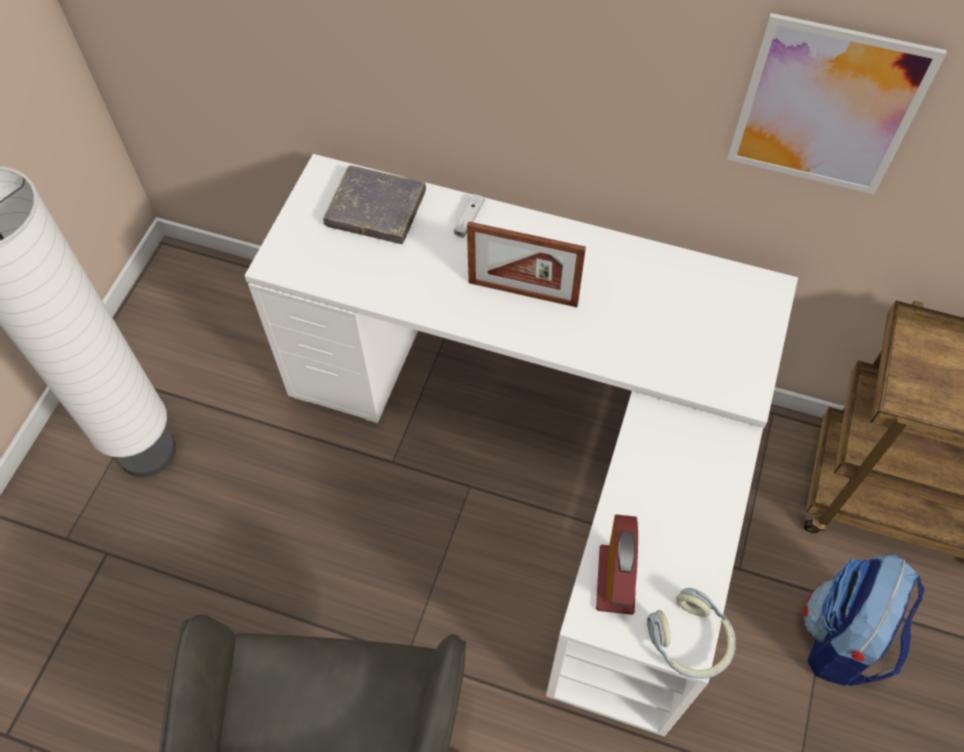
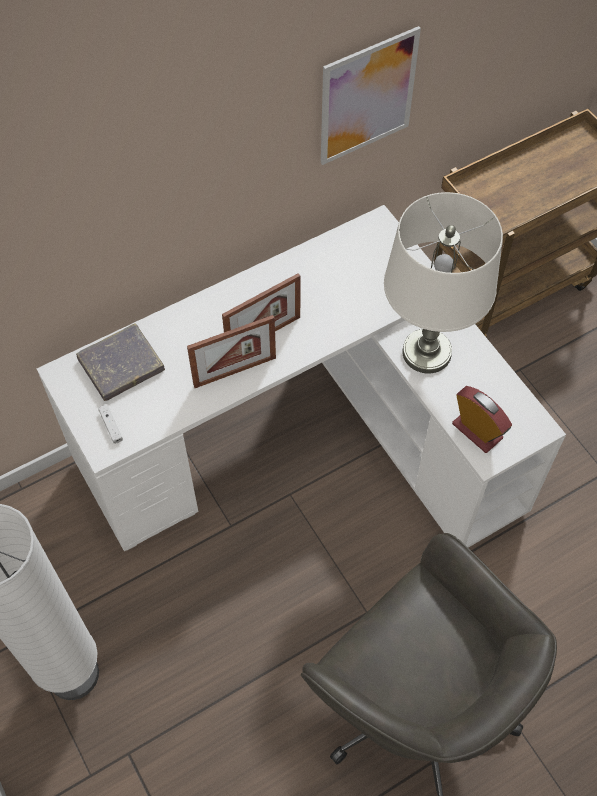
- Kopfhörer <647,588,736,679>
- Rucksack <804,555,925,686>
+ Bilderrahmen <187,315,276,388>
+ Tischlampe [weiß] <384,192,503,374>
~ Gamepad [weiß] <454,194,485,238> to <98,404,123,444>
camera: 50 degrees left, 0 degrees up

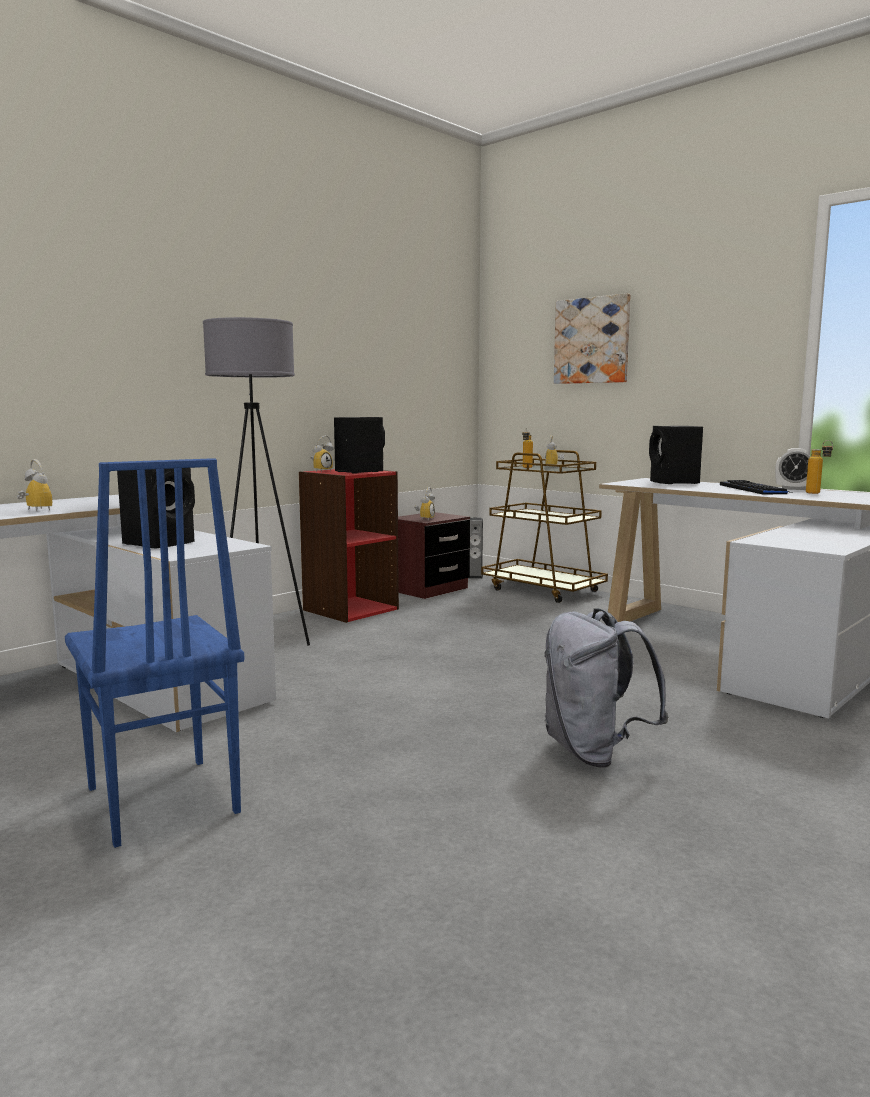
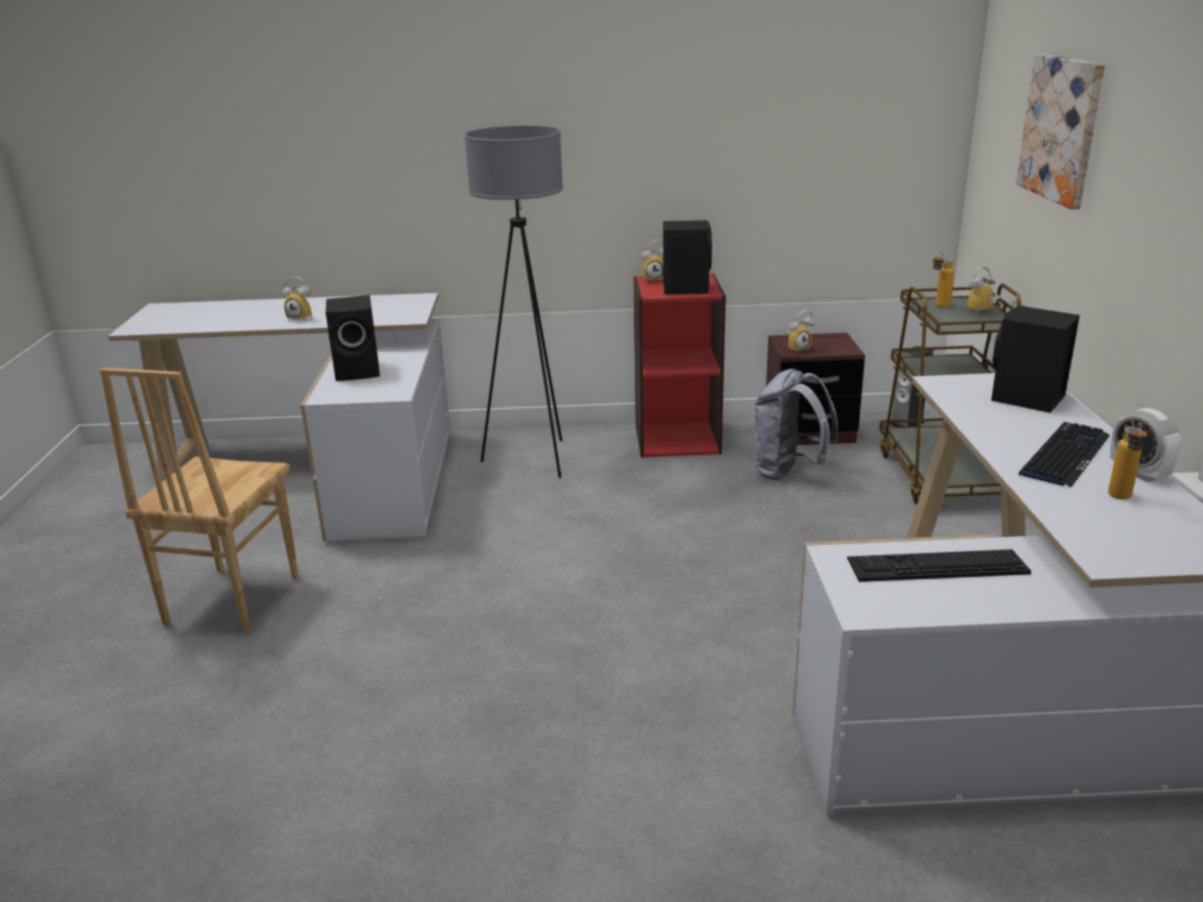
+ Tastatur <847,549,1031,582>
~ Rucksack [grau] <544,608,668,768> to <754,369,838,480>
~ Stuhl [blau] <65,458,245,848> to Stuhl [braun] <100,368,299,634>
~ Wecker <17,459,52,512> = <282,277,312,321> 105 degrees clockwise
camera: 45 degrees right, 15 degrees up

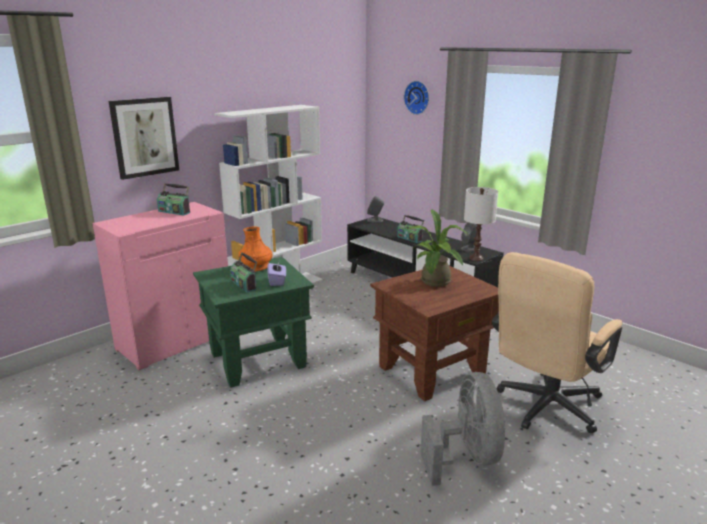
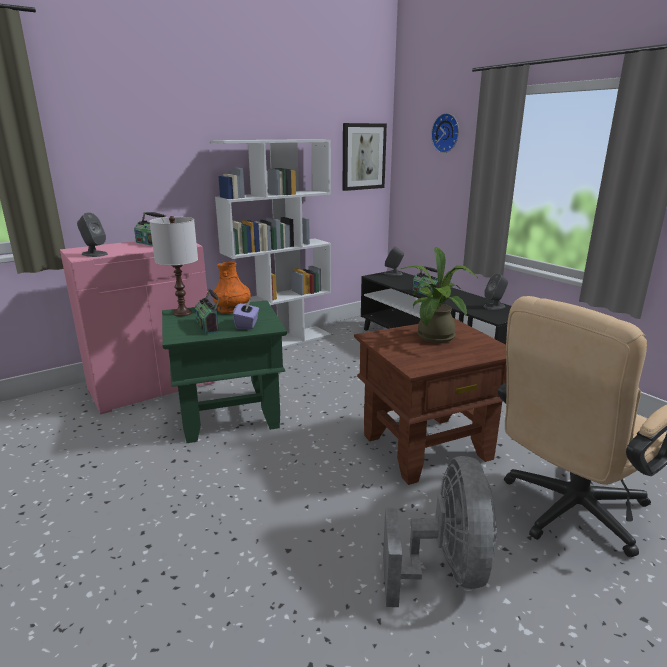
+ Lautsprecher [grau] <77,212,108,257>
~ Bild <109,97,179,180> to <343,123,387,191>
~ Tischlampe [weiß] <464,187,498,261> to <149,216,198,316>
camera: 10 degrees right, 0 degrees up

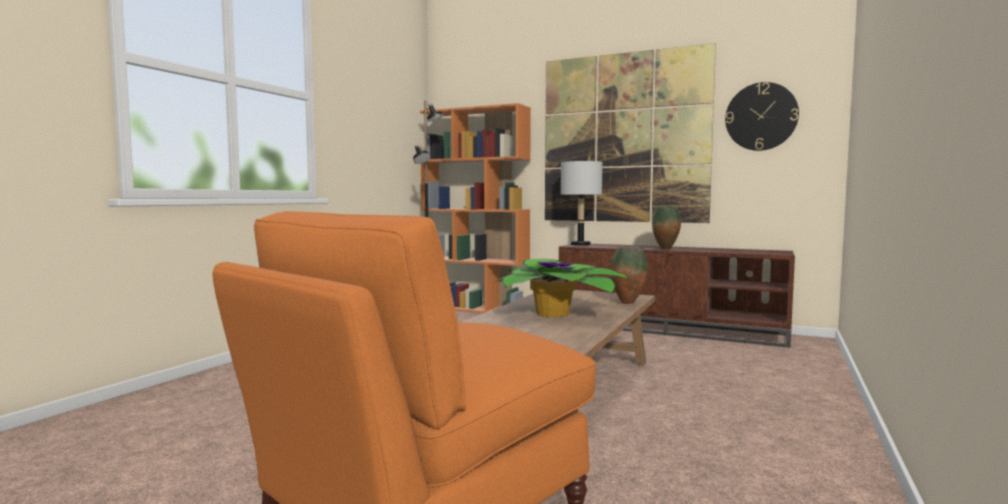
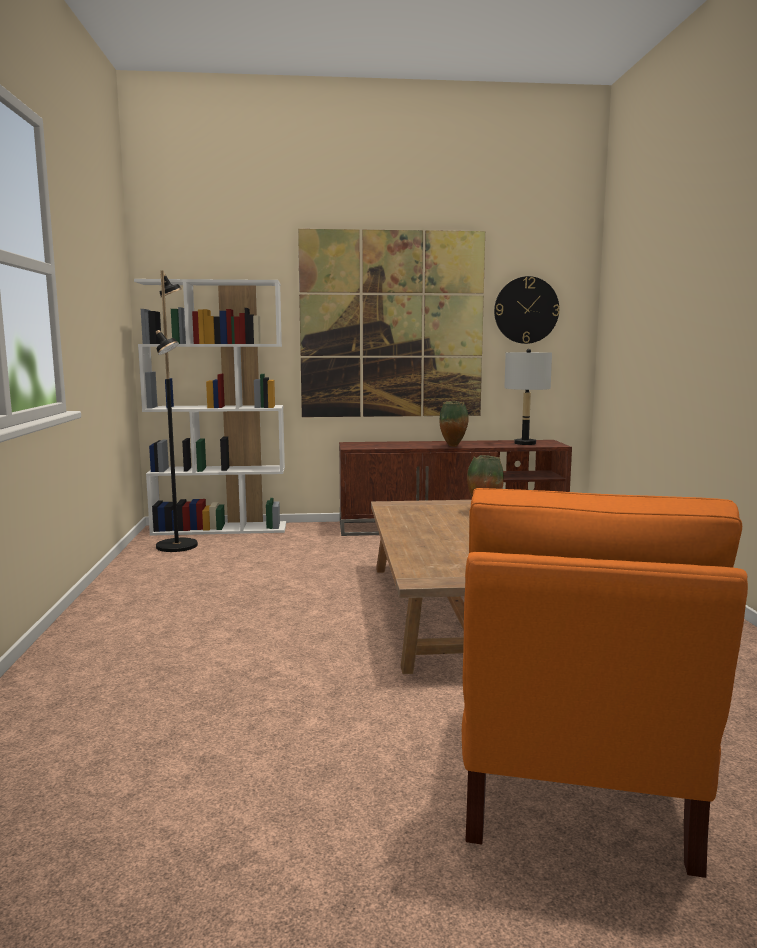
- Topfpflanze <494,259,629,317>
~ Tischlampe [grau] <561,159,603,246> to <504,349,552,445>
~ Bücherregal [orange] <420,103,531,313> to Bücherregal [weiß] <134,279,286,536>
camera: 30 degrees left, 5 degrees up

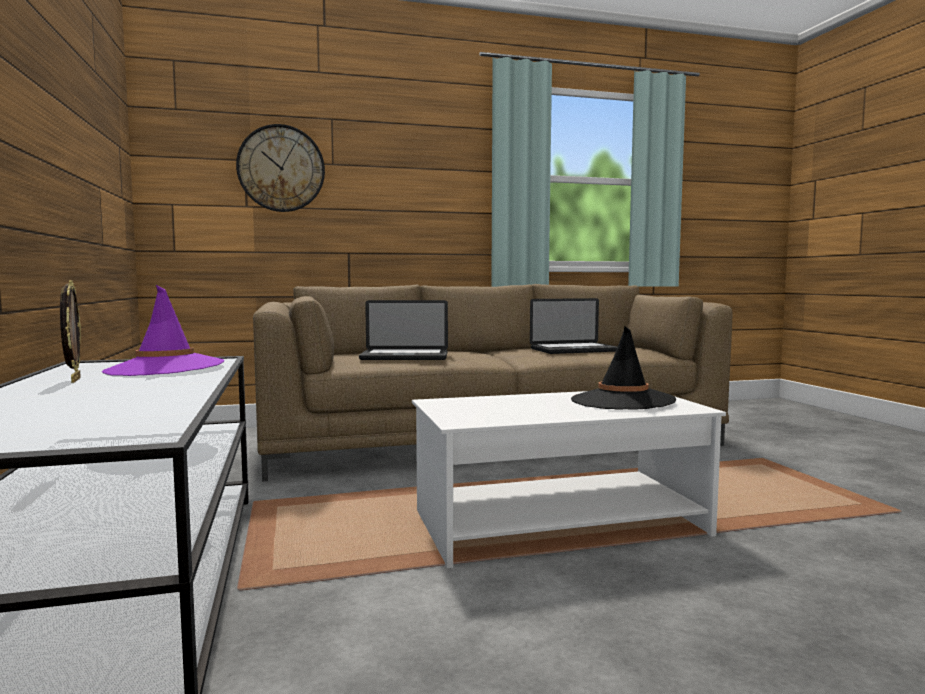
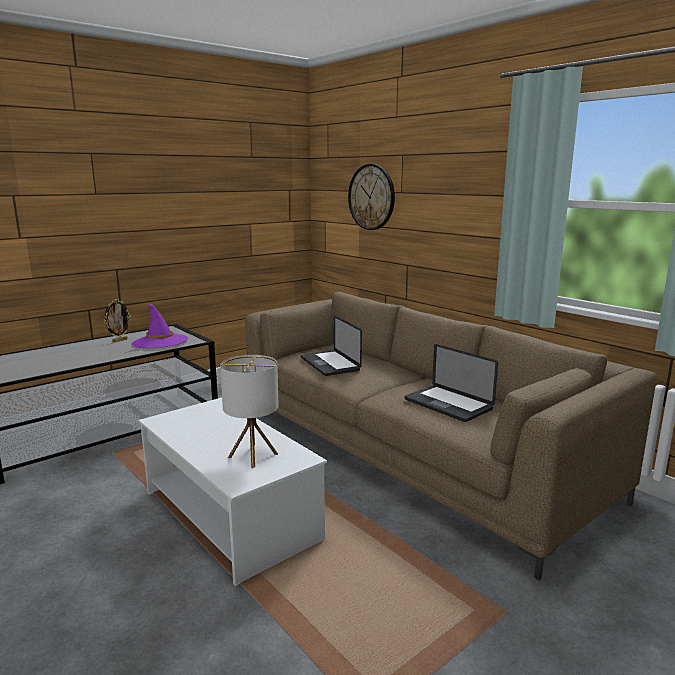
~ Hut [schwarz] <571,326,676,410> to Tischlampe <220,355,279,468>
camera: 65 degrees right, 10 degrees up

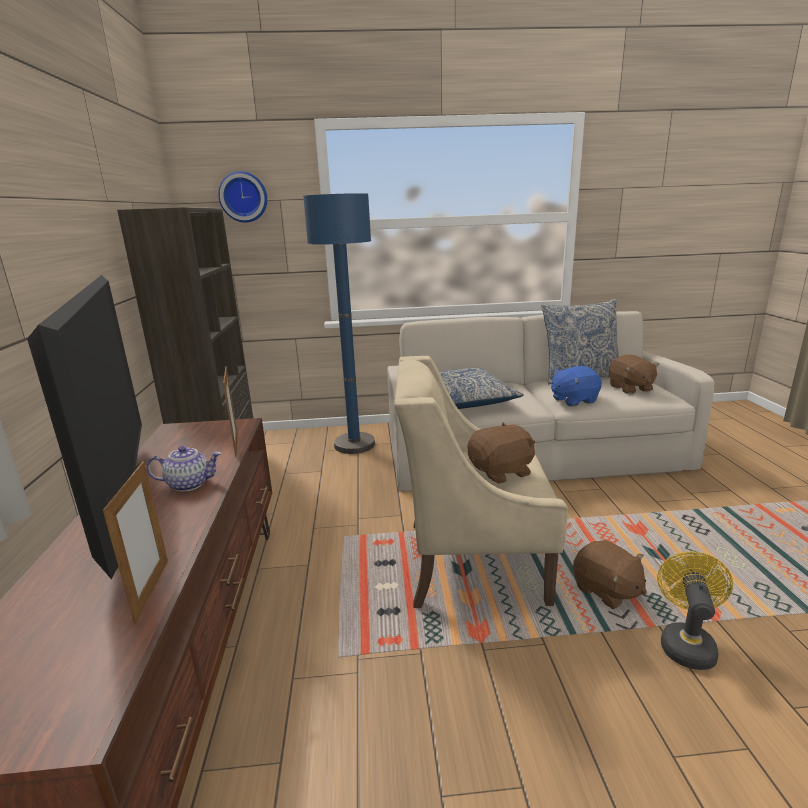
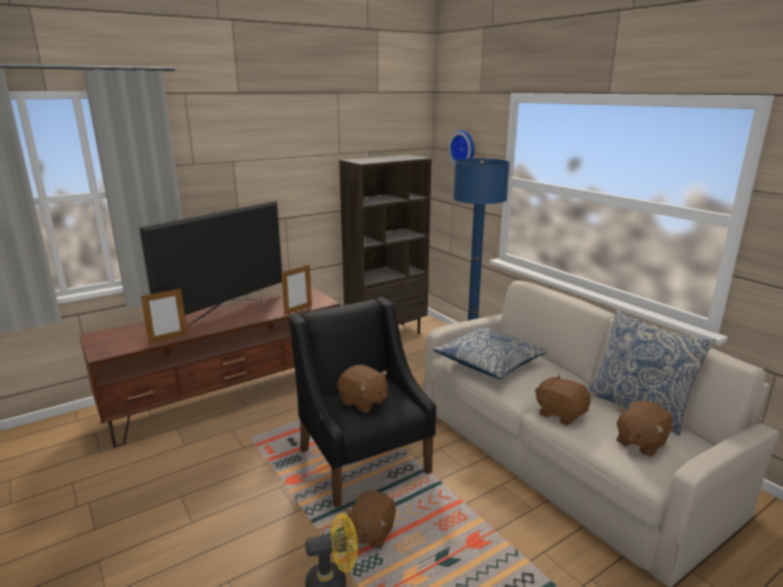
- Teekanne <147,446,221,492>
~ Sessel [beige] <394,356,568,608> to Sessel [schwarz] <288,297,436,508>
~ Plüschtier [blau] <551,366,602,407> to Plüschtier [braun] <535,375,591,425>
camera: 60 degrees right, 0 degrees up

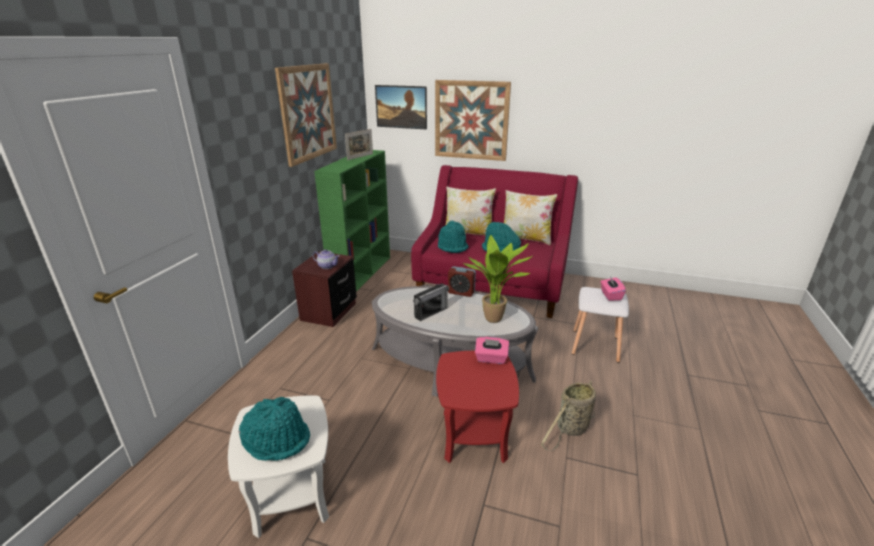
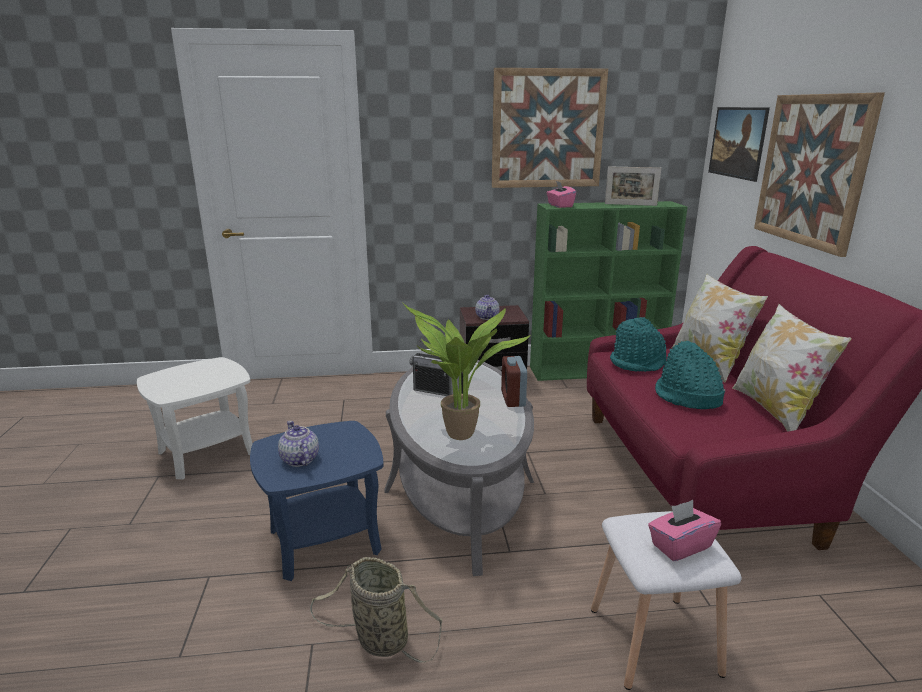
- Hut [türkis] <238,397,310,461>
+ Teekanne <278,421,319,467>
~ Taschentuchbox [rosa] <475,337,509,364> to <546,181,576,208>
~ Beistelltisch [rot] <436,351,519,463> to Beistelltisch [blau] <250,421,384,581>
camera: 65 degrees right, 5 degrees down

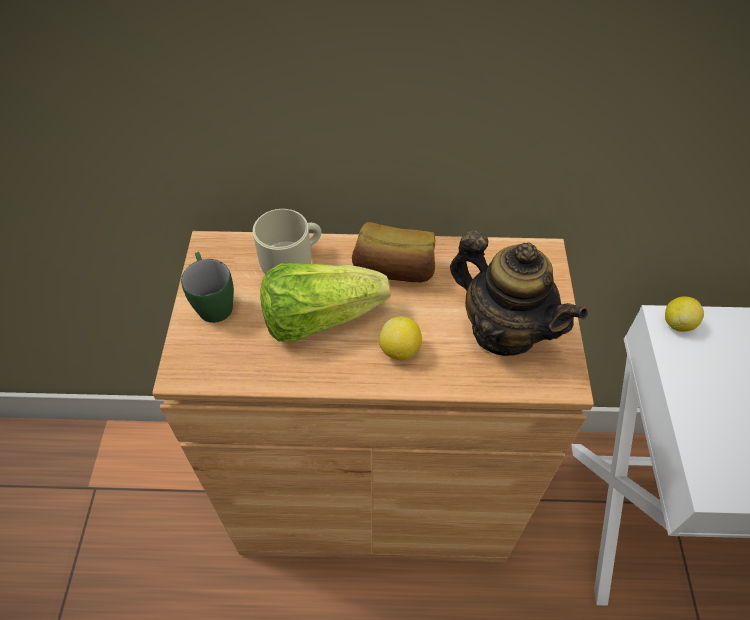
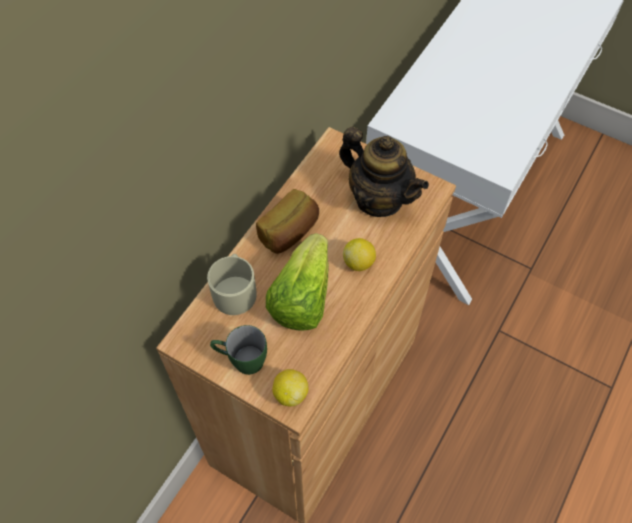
~ Zitrone <665,296,704,332> to <272,369,309,406>
~ Teekanne <450,230,588,356> = <339,127,429,217> 60 degrees clockwise
camera: 60 degrees left, 5 degrees up

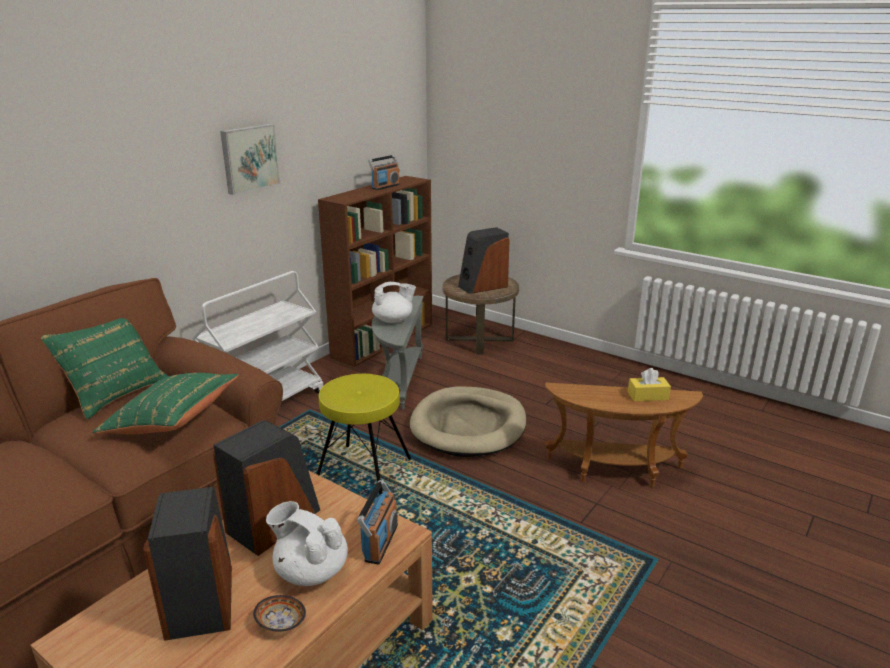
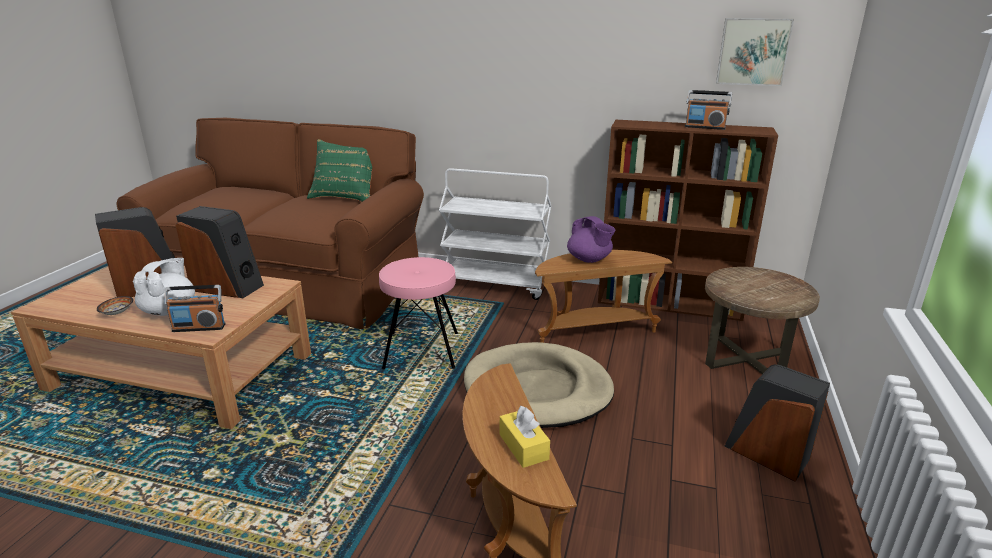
- Kissen [grün] <92,373,239,435>
~ Bild <220,124,280,195> to <716,18,794,86>
~ Lautsprecher <458,227,509,294> to <725,364,830,482>
~ Hocker [gelb] <317,374,411,496> to Hocker [rosa] <379,257,458,370>
~ Teekanne [weiß] <372,282,416,323> to Teekanne [lila] <567,216,615,263>
~ Beistelltisch [grau] <372,296,423,410> to Beistelltisch [braun] <535,250,672,343>
camera: 70 degrees right, 0 degrees up

